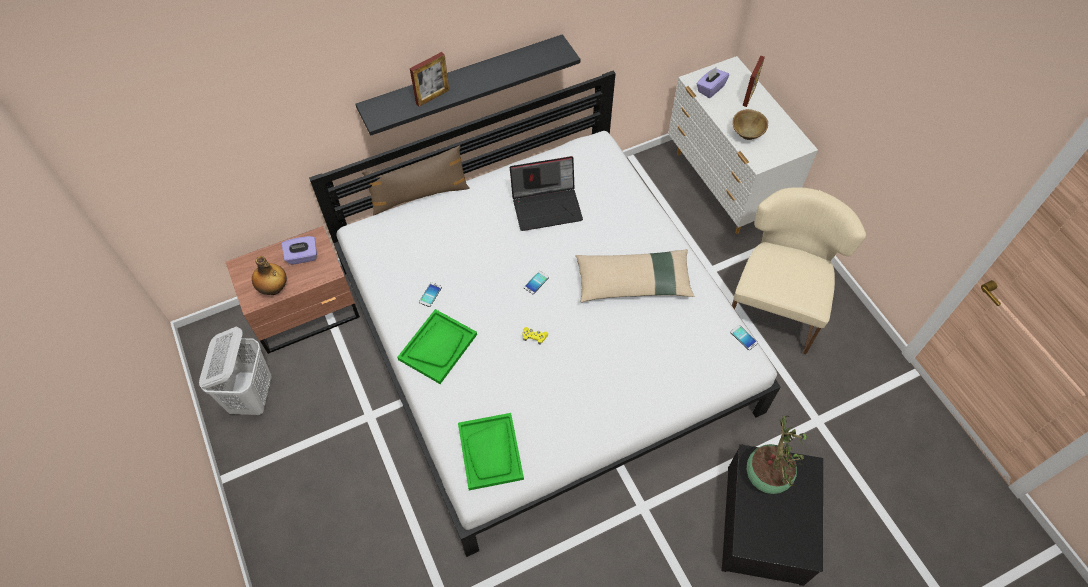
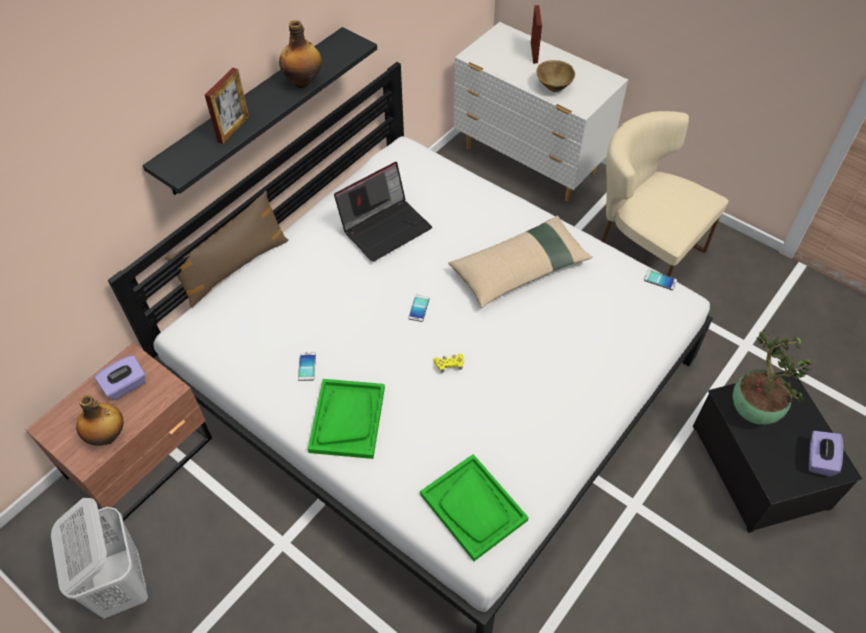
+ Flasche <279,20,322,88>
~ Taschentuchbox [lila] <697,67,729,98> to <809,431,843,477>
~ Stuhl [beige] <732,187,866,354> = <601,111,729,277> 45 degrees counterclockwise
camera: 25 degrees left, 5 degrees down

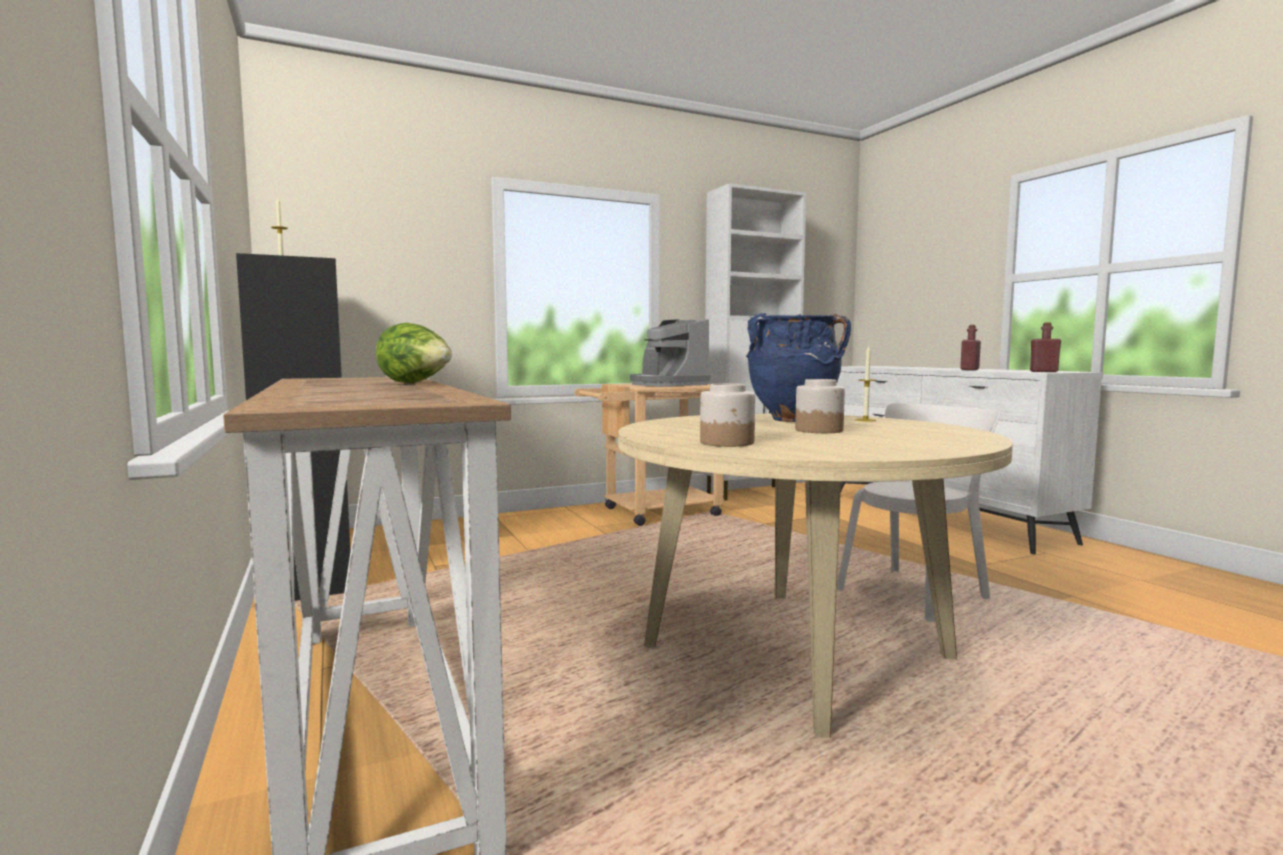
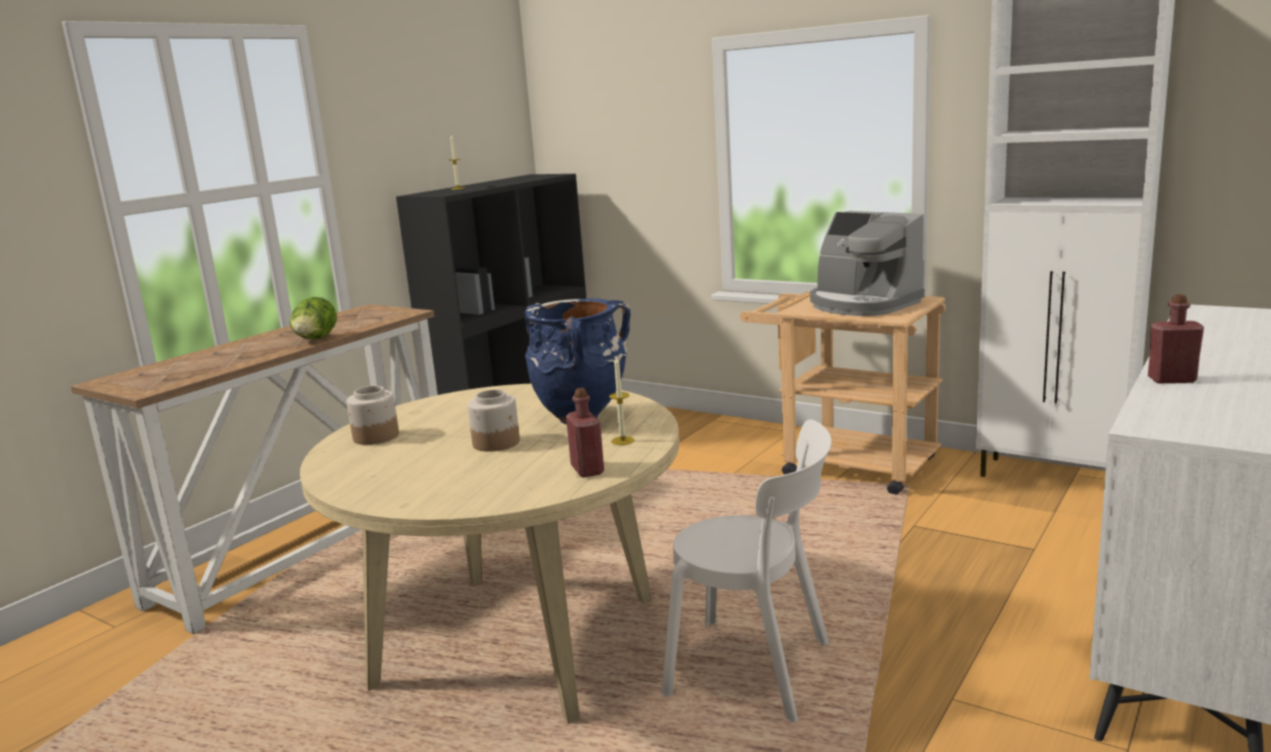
~ Flasche [rot] <1030,322,1061,372> to <566,388,604,477>
~ Kaffeemaschine <630,319,710,386> = <810,211,925,316> 75 degrees counterclockwise
camera: 60 degrees right, 10 degrees up

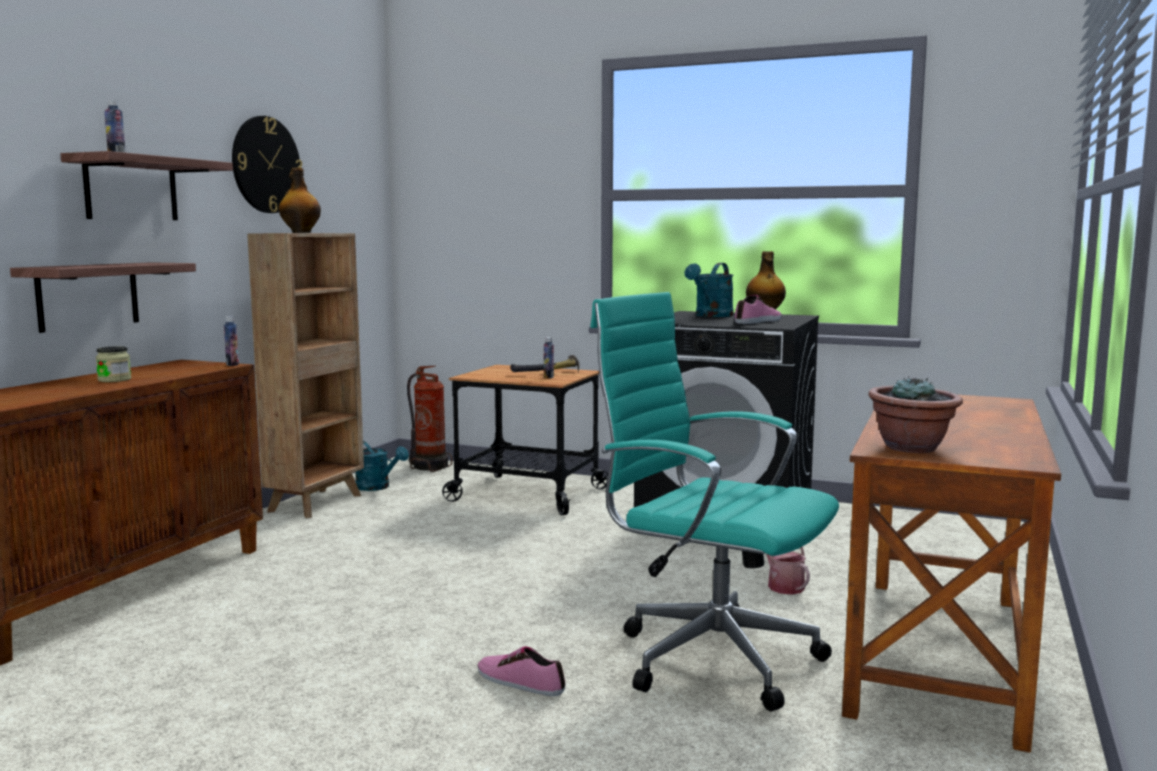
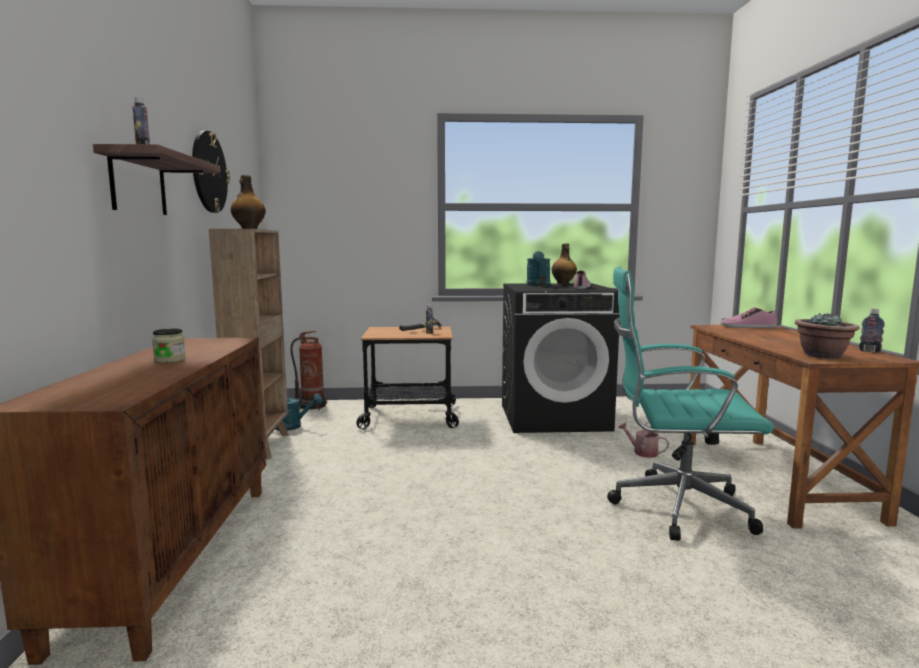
- Wandregal <10,262,196,333>
~ Flasche <224,316,239,366> to <859,309,885,353>
~ Schuh <478,646,565,696> to <721,307,777,328>
camera: 25 degrees left, 0 degrees up

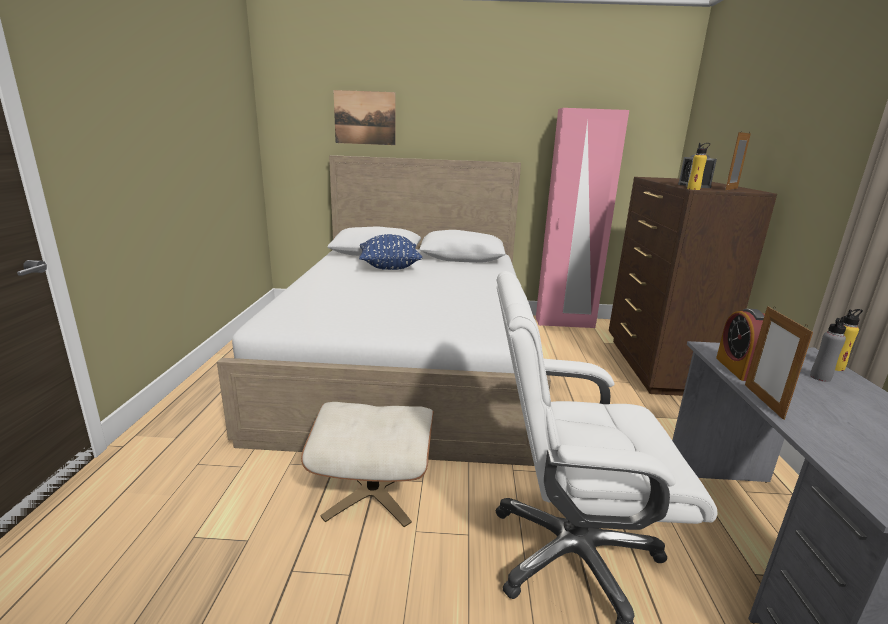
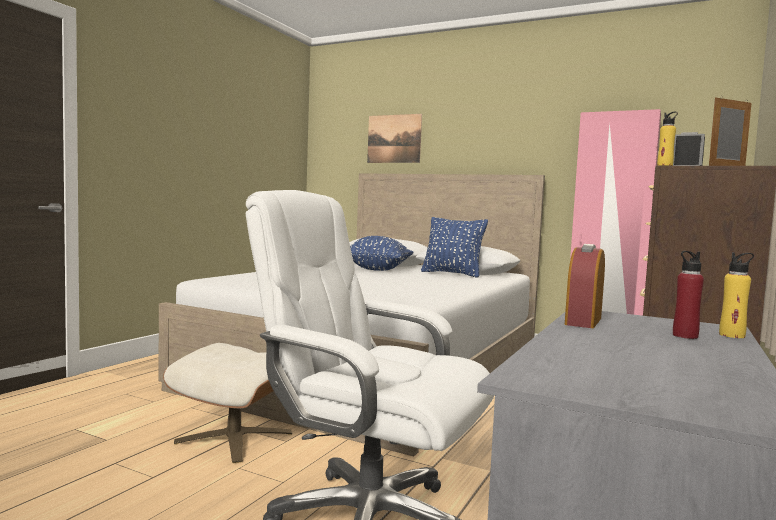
- Bilderrahmen <745,306,813,420>
+ Kissen [blau] <421,217,488,278>
~ Flasche [grau] <810,317,846,382> to Flasche [rot] <673,251,704,339>
camera: 25 degrees right, 15 degrees down

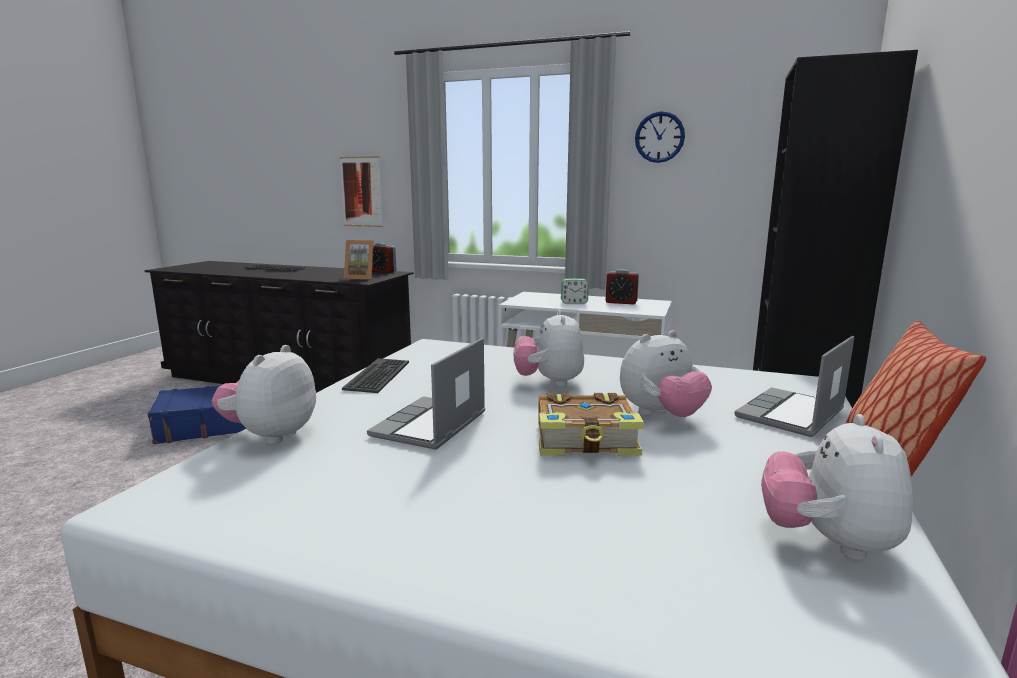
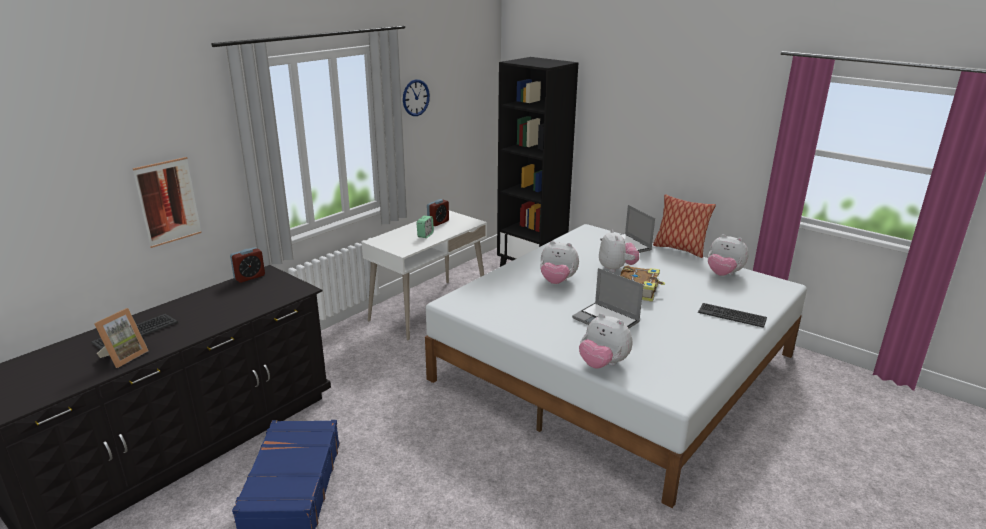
~ Tastatur <342,358,409,393> to <698,303,767,328>
~ Bilderrahmen <344,240,374,280> to <94,308,148,368>
camera: 70 degrees left, 10 degrees up

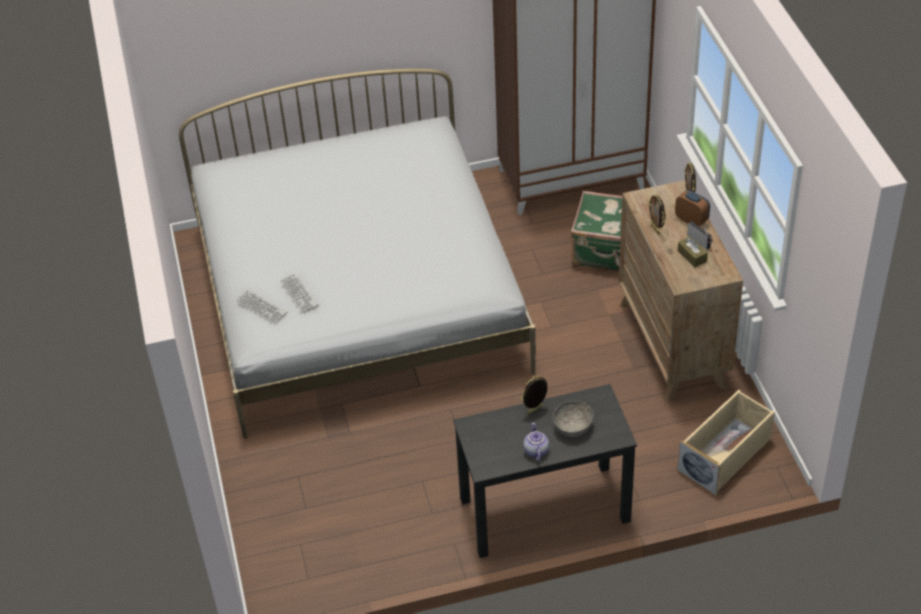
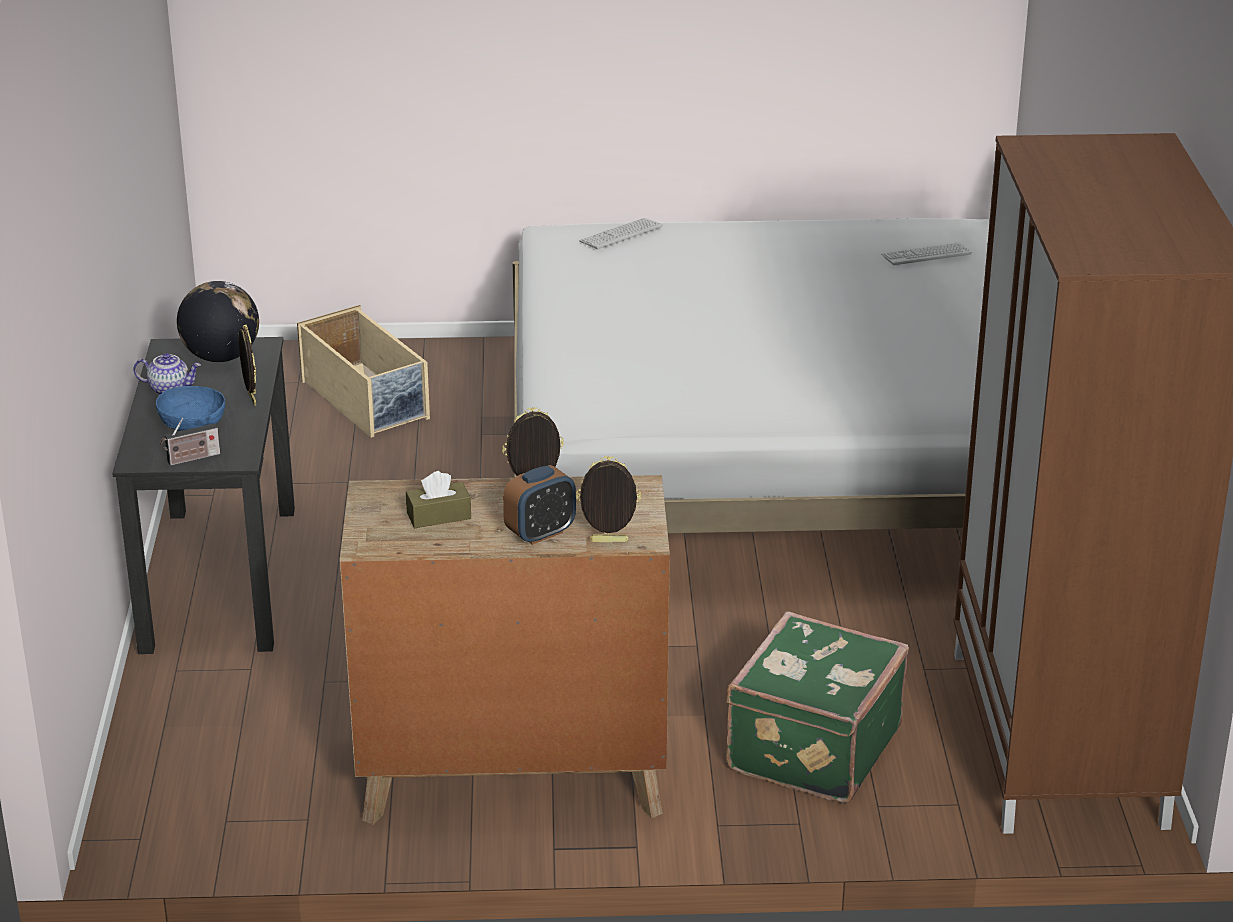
+ Globus <177,281,259,362>
~ Tastatur <280,273,319,313> to <881,243,972,266>
~ Aufbewahrungsbox [beige] <678,390,775,495> to <297,305,430,438>
~ Radio <687,221,713,250> to <160,418,221,466>
~ Schüssel [grau] <553,401,594,437> to Schüssel [blau] <156,386,225,431>
camera: 100 degrees right, 15 degrees down

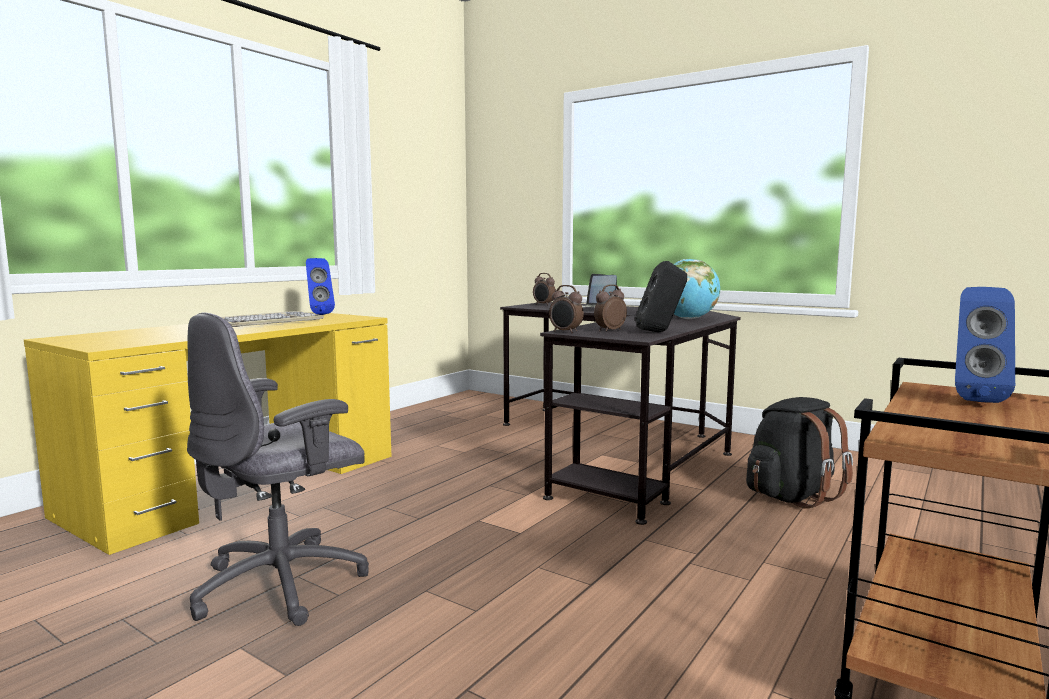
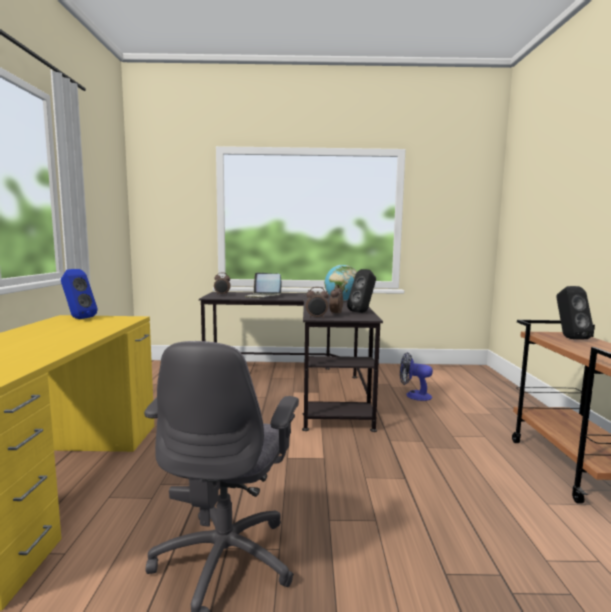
- Tastatur <221,311,324,327>
~ Rucksack [schwarz] <746,397,853,509> to Ventilator <400,352,433,401>
~ Lautsprecher [blau] <955,287,1015,403> to Lautsprecher [schwarz] <556,286,594,340>
camera: 35 degrees left, 0 degrees up

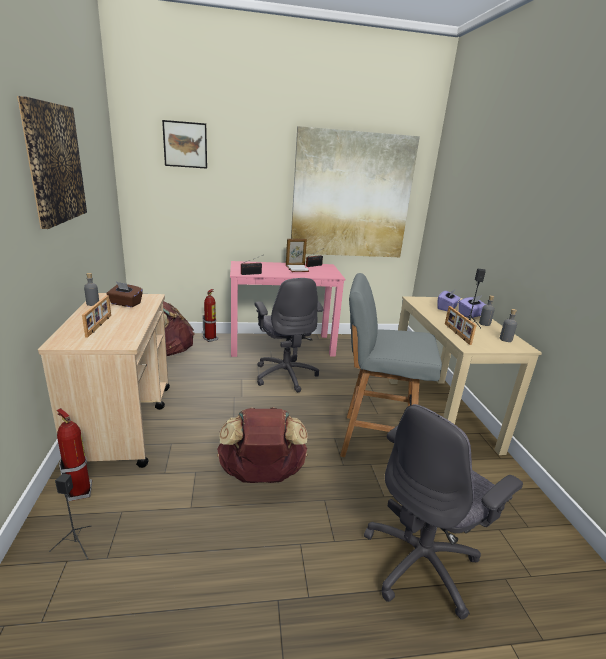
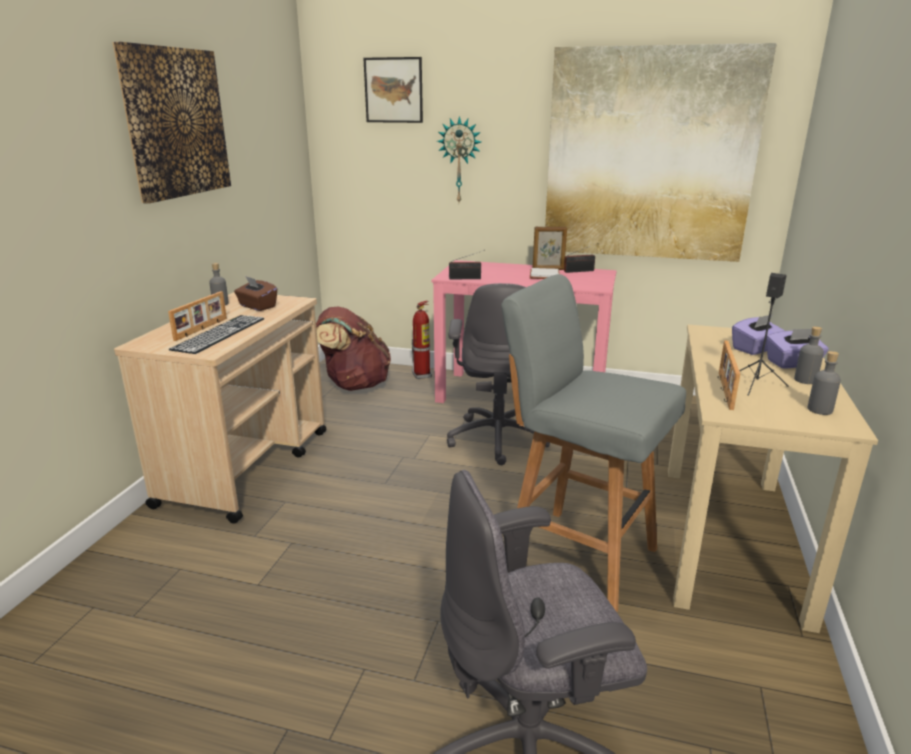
- Lautsprecher [schwarz] <49,473,91,559>
- Feuerlöscher <56,408,92,501>
- Rucksack [braun] <217,407,308,483>
+ Tastatur <169,315,264,354>
+ Wanduhr <437,116,481,202>
camera: 25 degrees right, 0 degrees up

